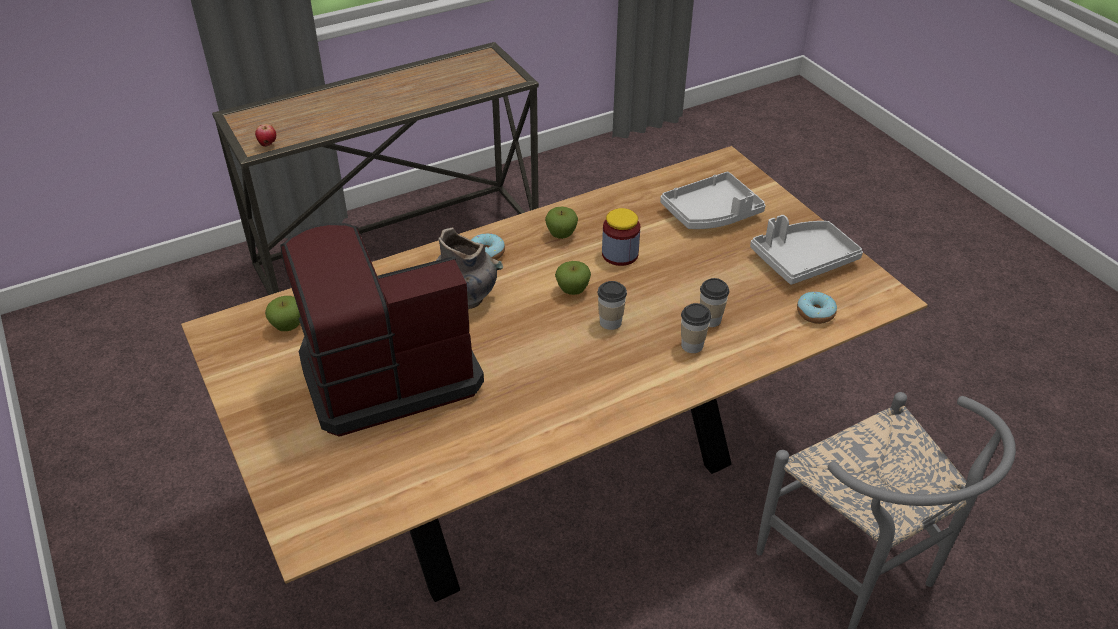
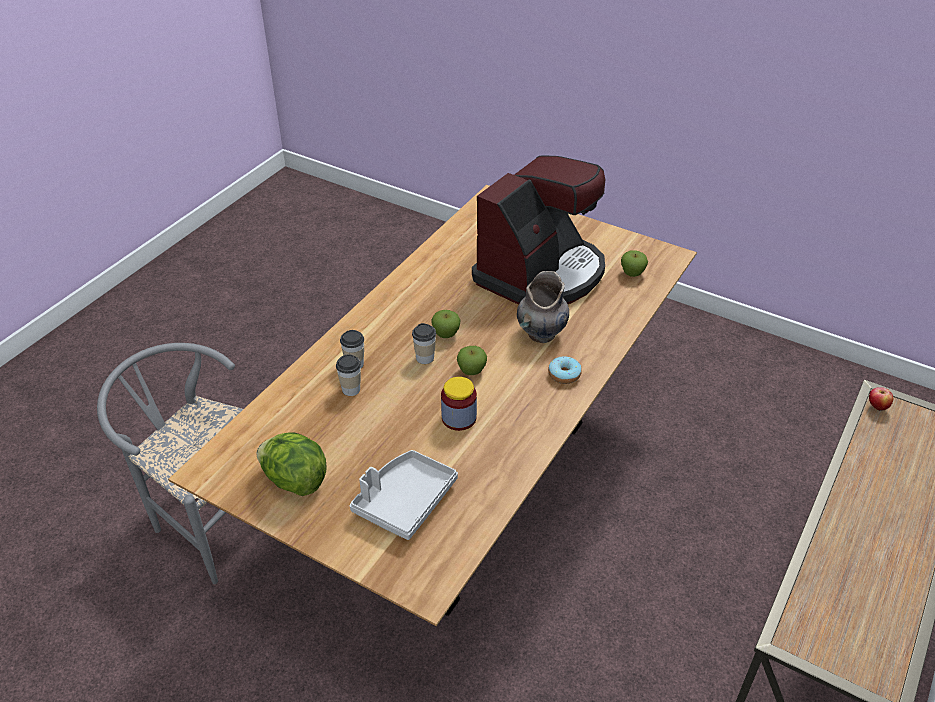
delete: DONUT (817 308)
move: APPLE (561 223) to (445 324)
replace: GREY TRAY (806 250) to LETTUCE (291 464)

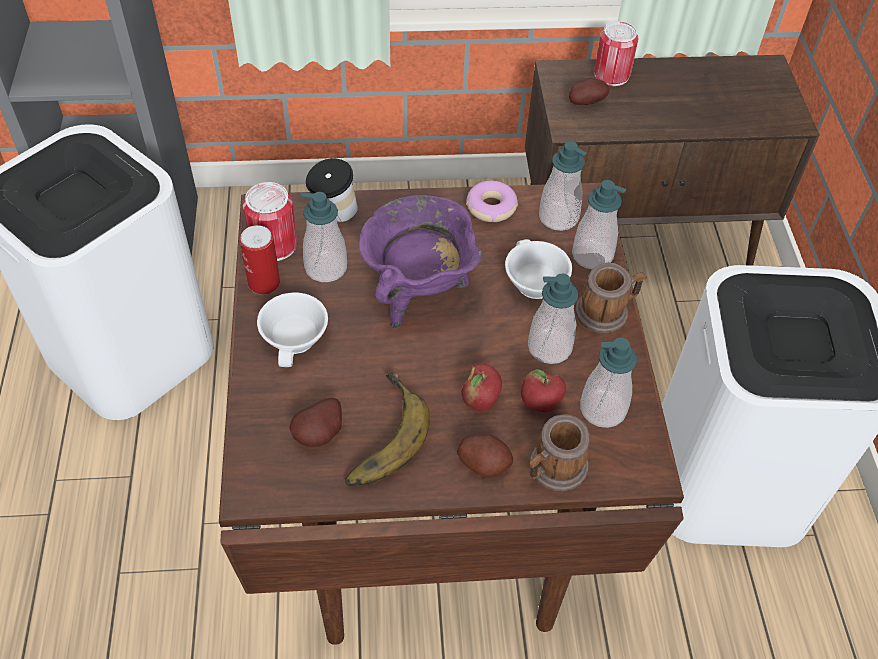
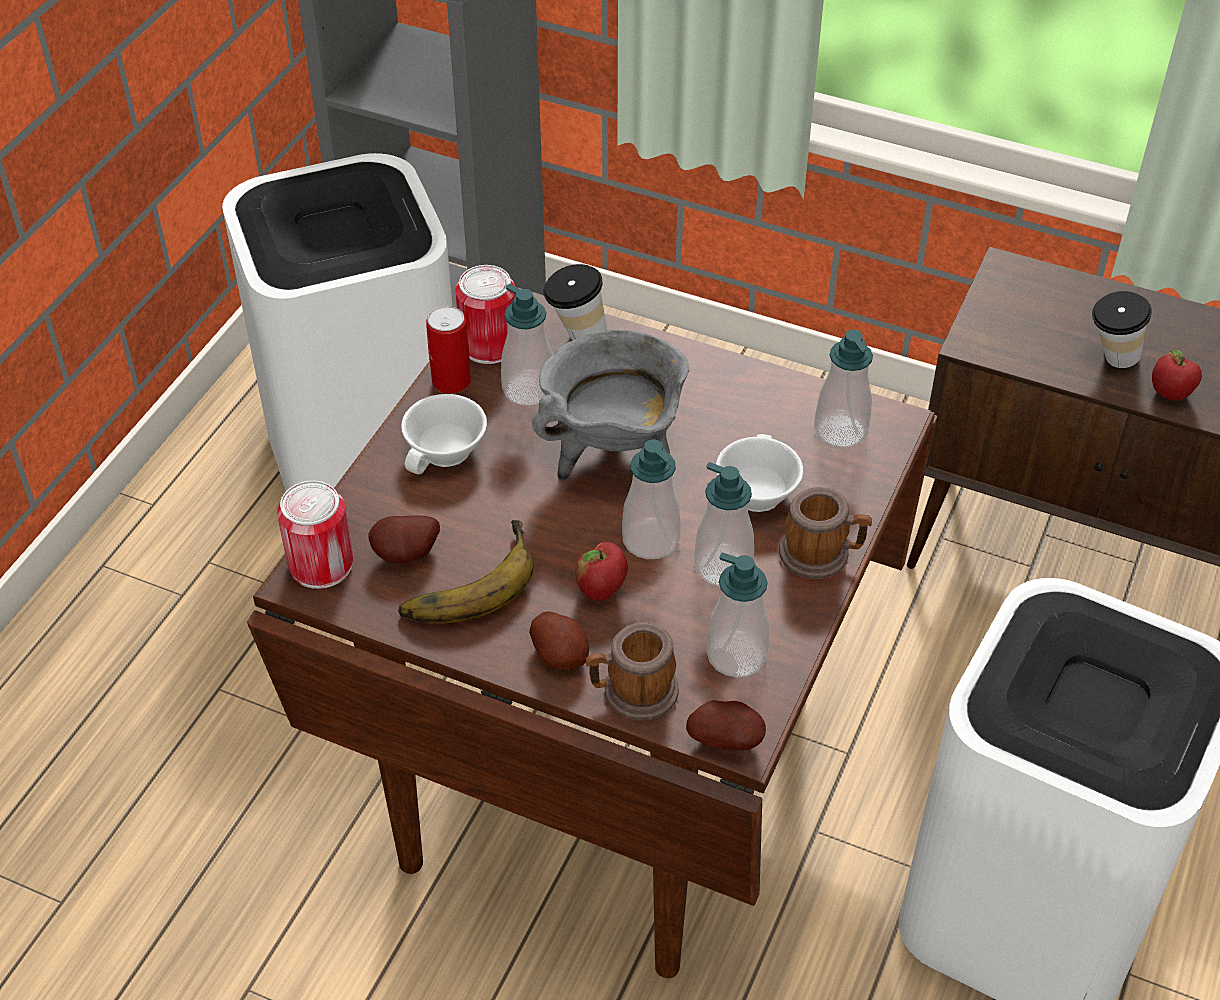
delete: DONUT (492 201)
insert: CUP (1122 329)
move: APPLE (543 390) to (1177 375); POTATO (589 91) to (726 725); SOAP DISPENSER (599 224) to (651 499); CAN (616 53) to (315 534)
recolor: PURPLE COOKING POT (420 261) to GREY COOKING POT (610 405)

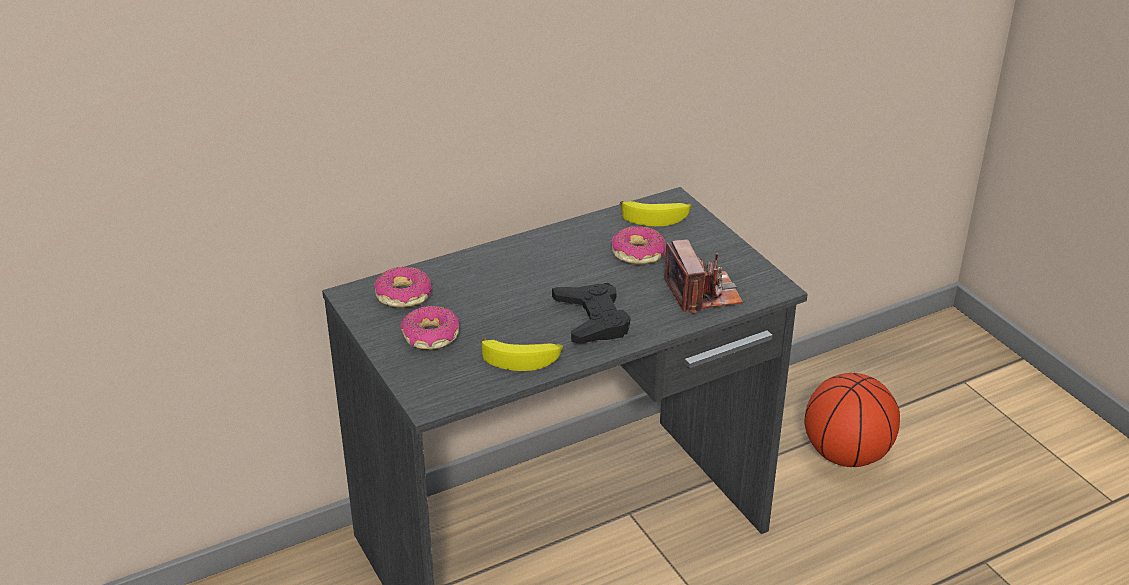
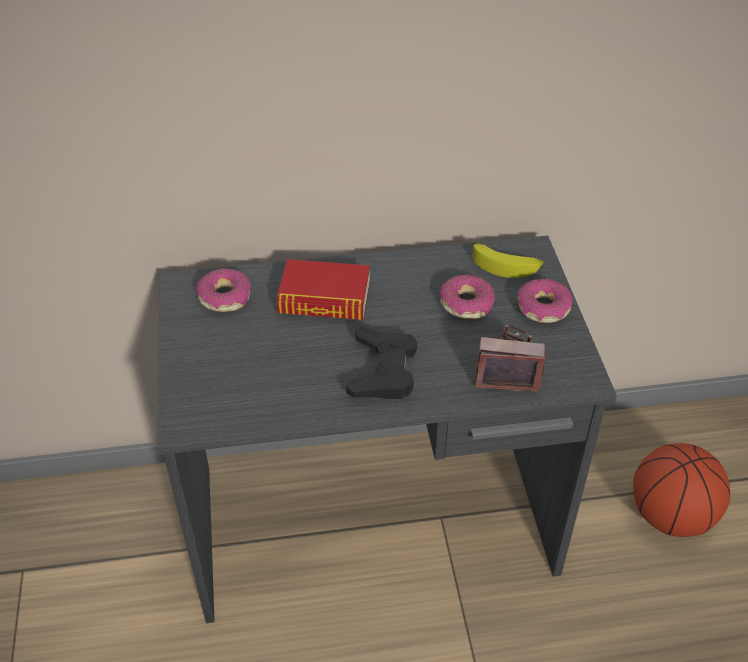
delete: BANANA (522 354)
insert: BOOK (323 289)
move: DONUT (430 328) to (545 301)
rotate: PHOTO CAMERA (703 276) = (511 358) 90 degrees counterclockwise

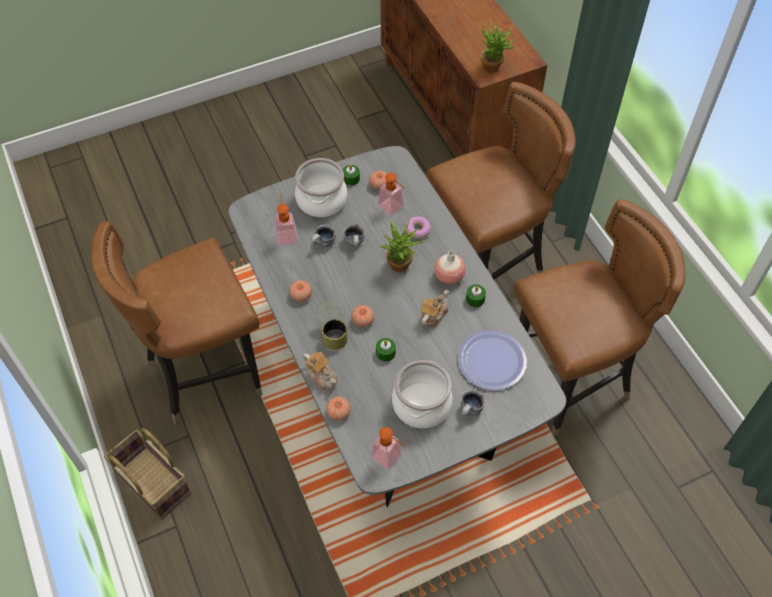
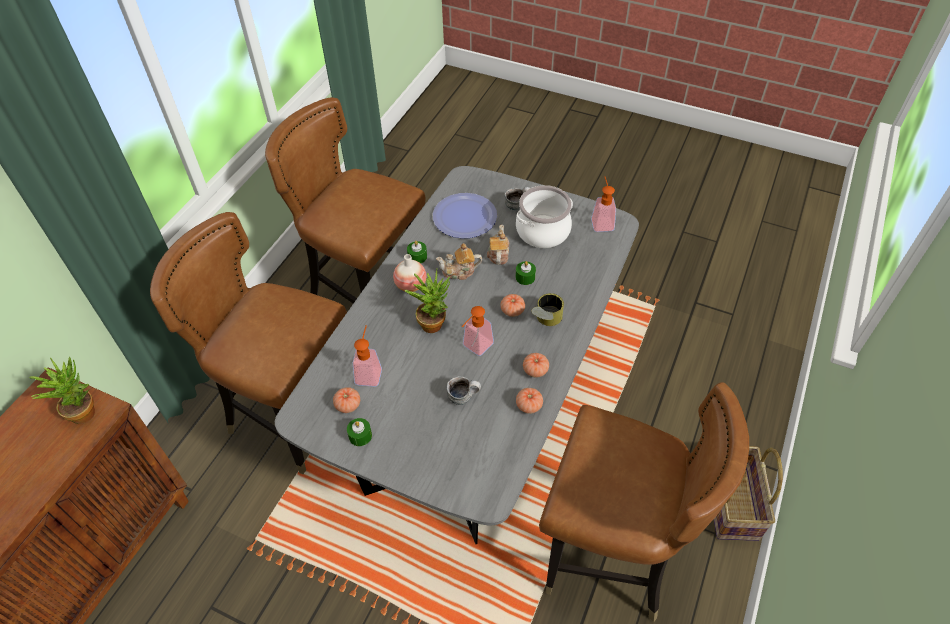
delete: COOKING POT (321 187); MUG (354 234); DONUT (418 227)
move: SOAP DISPENSER (286 220) to (478 331); TEAPOT (320 371) to (498 245); TOMATO (338 408) to (529 401)

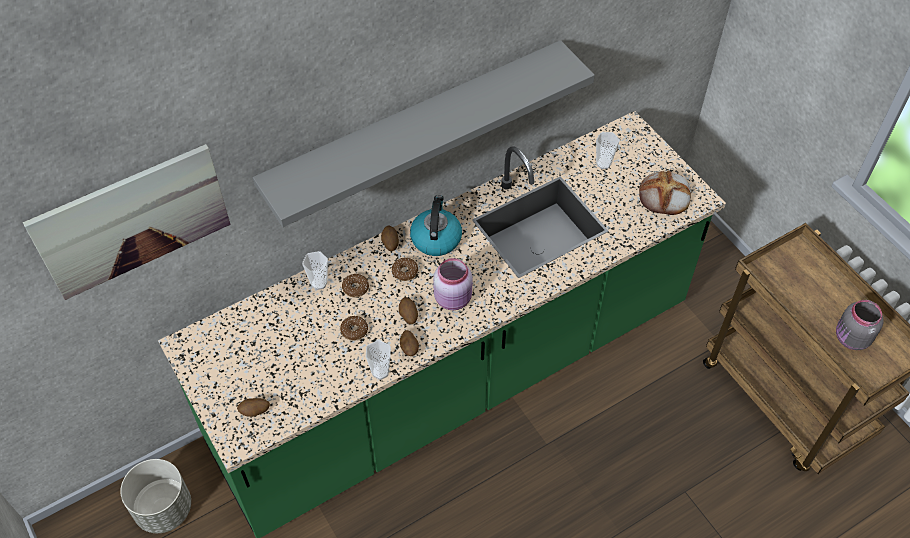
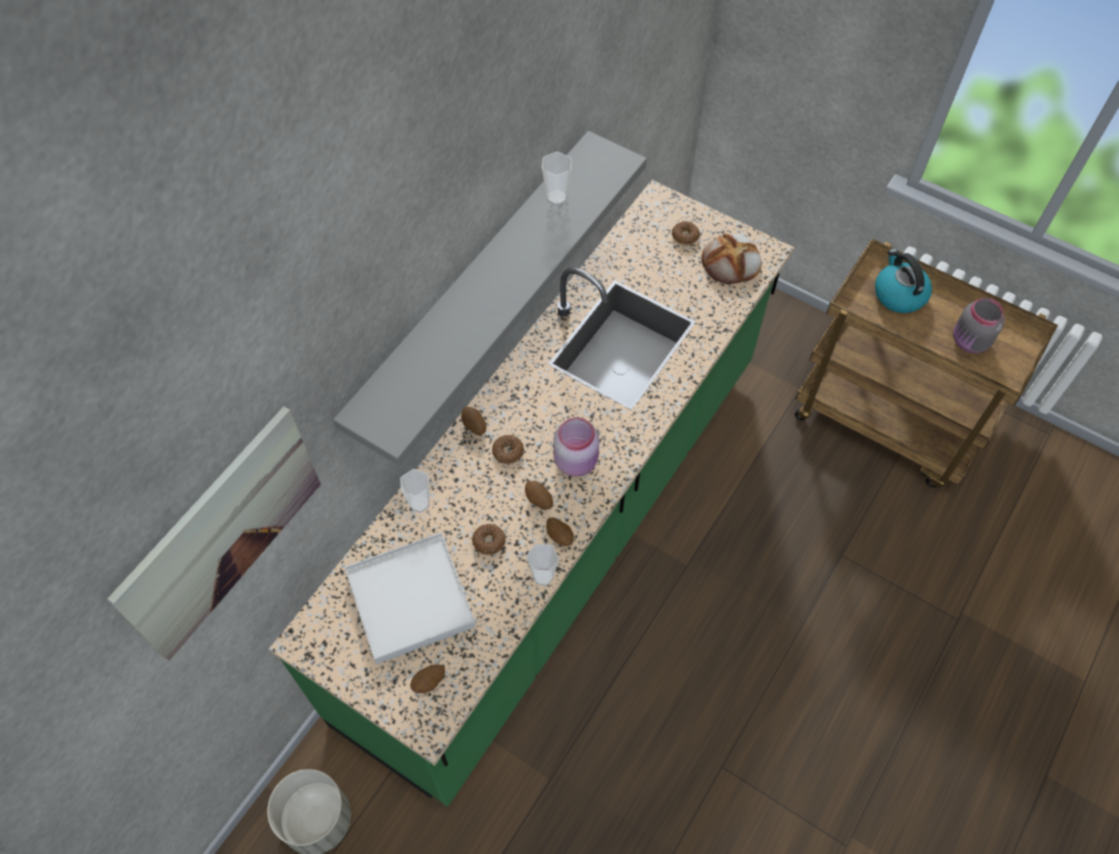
insert: WHITE TRAY (410 598)
move: DONUT (355 285) to (686 233); KETTLE (436 225) to (903 281); CUP (608 150) to (557 178)

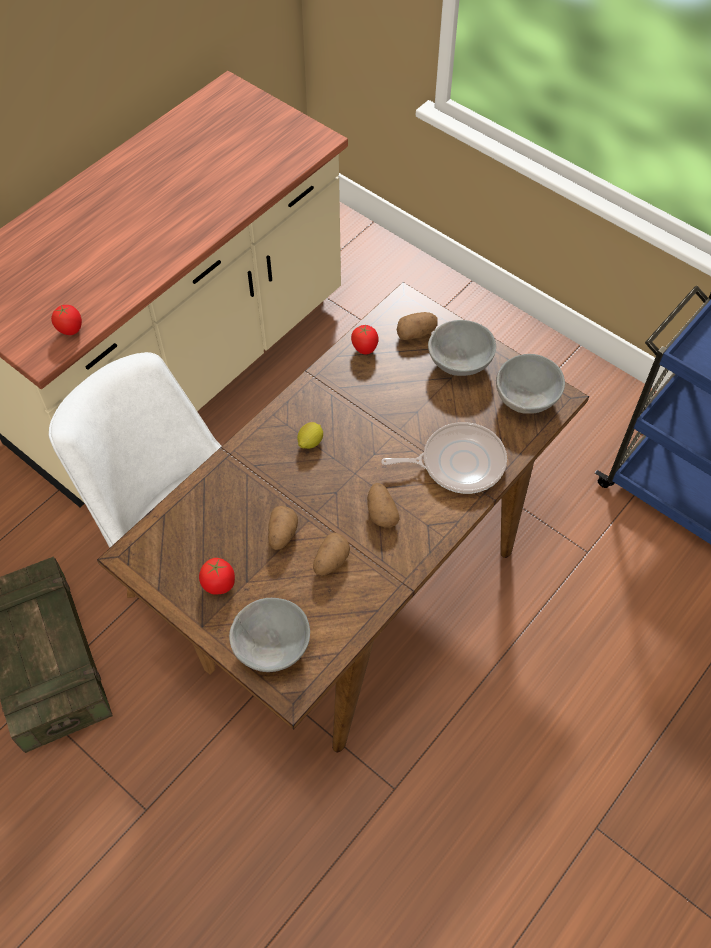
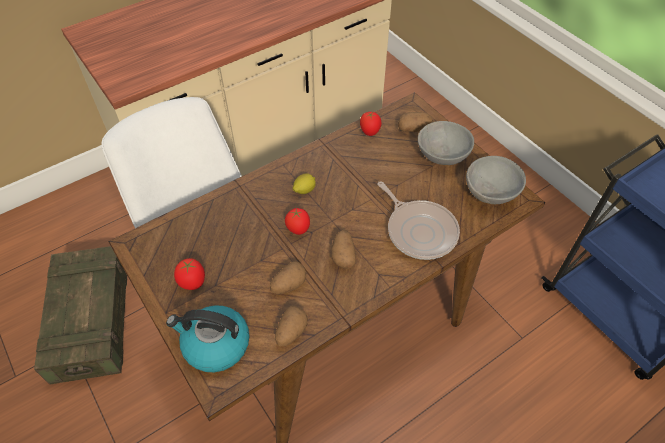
move: TOMATO (66 320) to (297 221); POTATO (283 528) to (291 326)
replace: GREY BOWL (269 635) to KETTLE (208 338)
rotate: FRYING PAN (444 458) = (418 220) 45 degrees clockwise

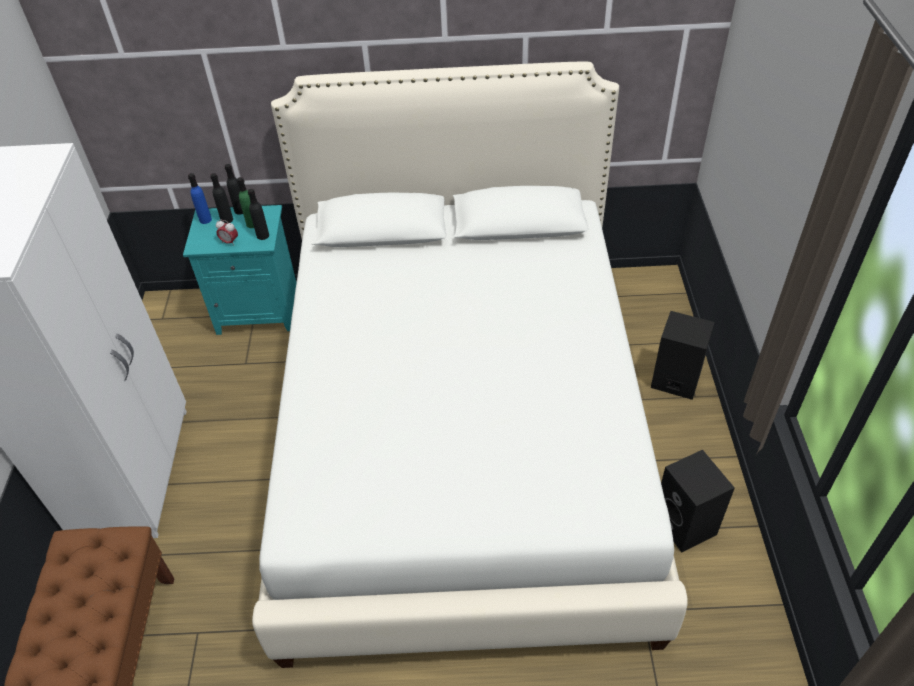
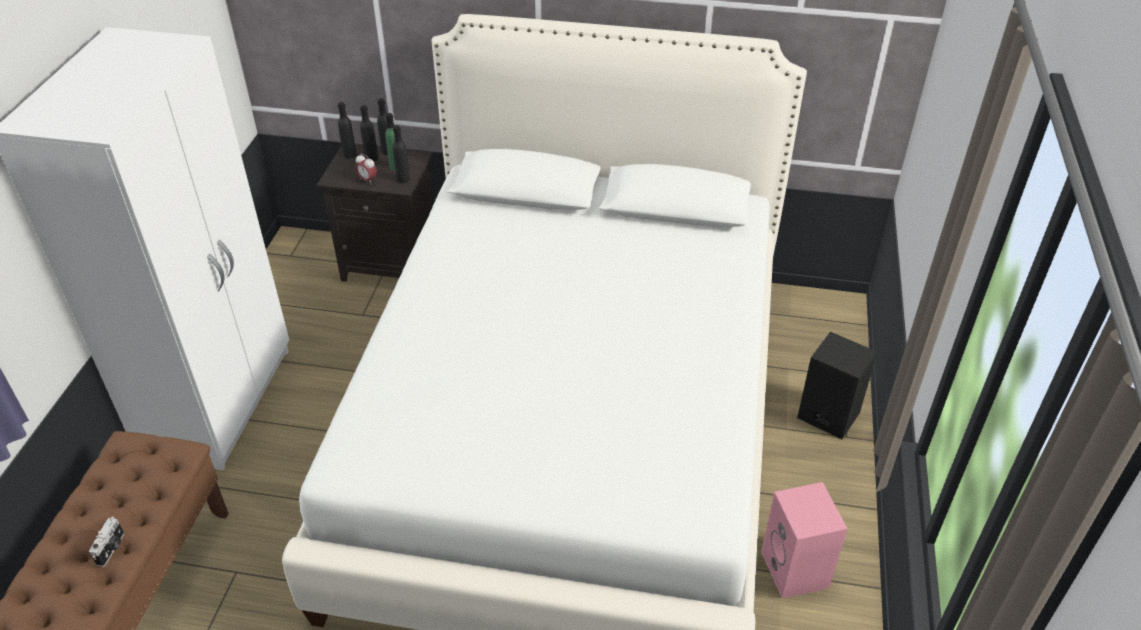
insert: PHOTO CAMERA (106 542)
recolor: TURQUOISE NIGHTSTAND (240 270) to BLACK NIGHTSTAND (375 213); BLUE BOTTLE (200 198) to BLACK BOTTLE (347 130); BLACK SPEAKER (698 501) to PINK SPEAKER (804 540)

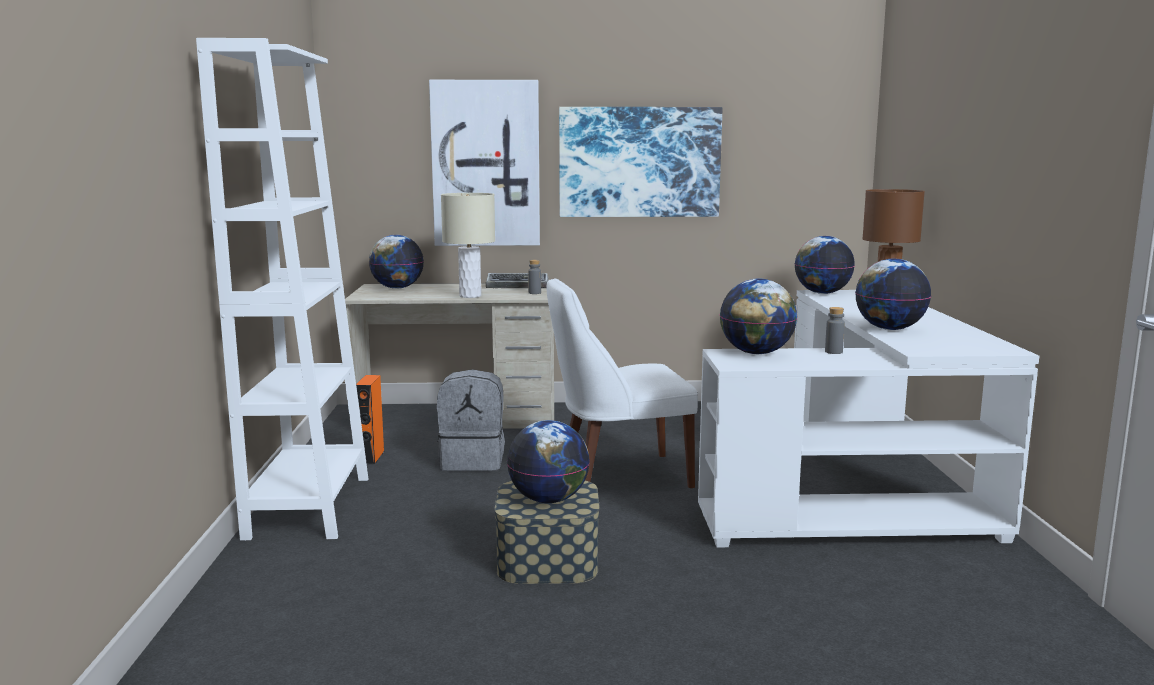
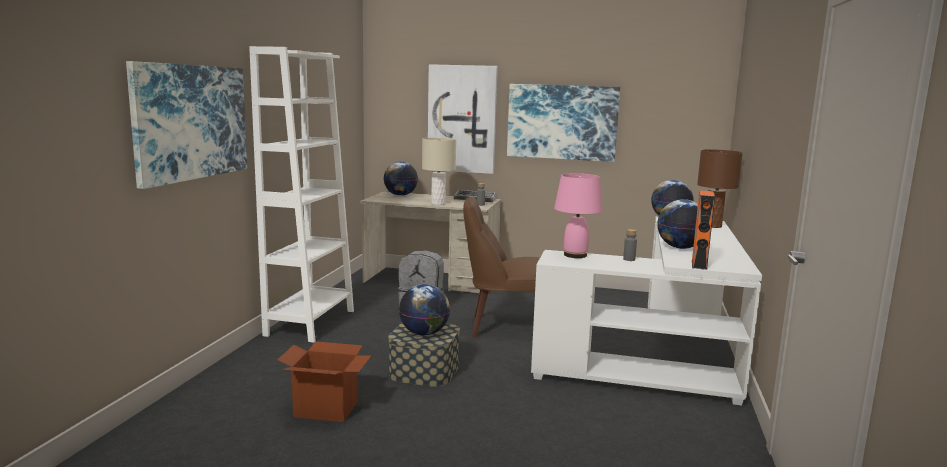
insert: PICTURE (186 125); CARDBOARD BOX (324 381)
move: ORANGE SPEAKER (370 420) to (703 230)
replace: GLOBE (758 316) to PINK TABLE LAMP (578 215)
recolor: WHITE CHAIR (622 383) to BROWN CHAIR (501 267)

